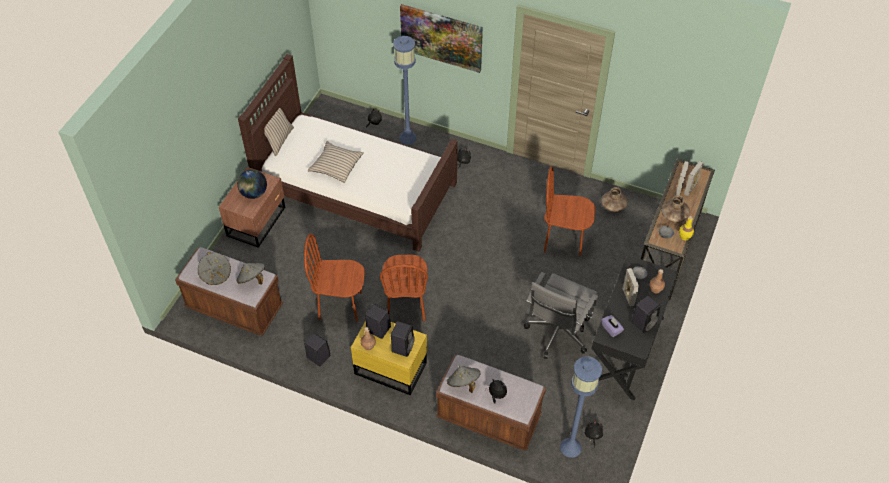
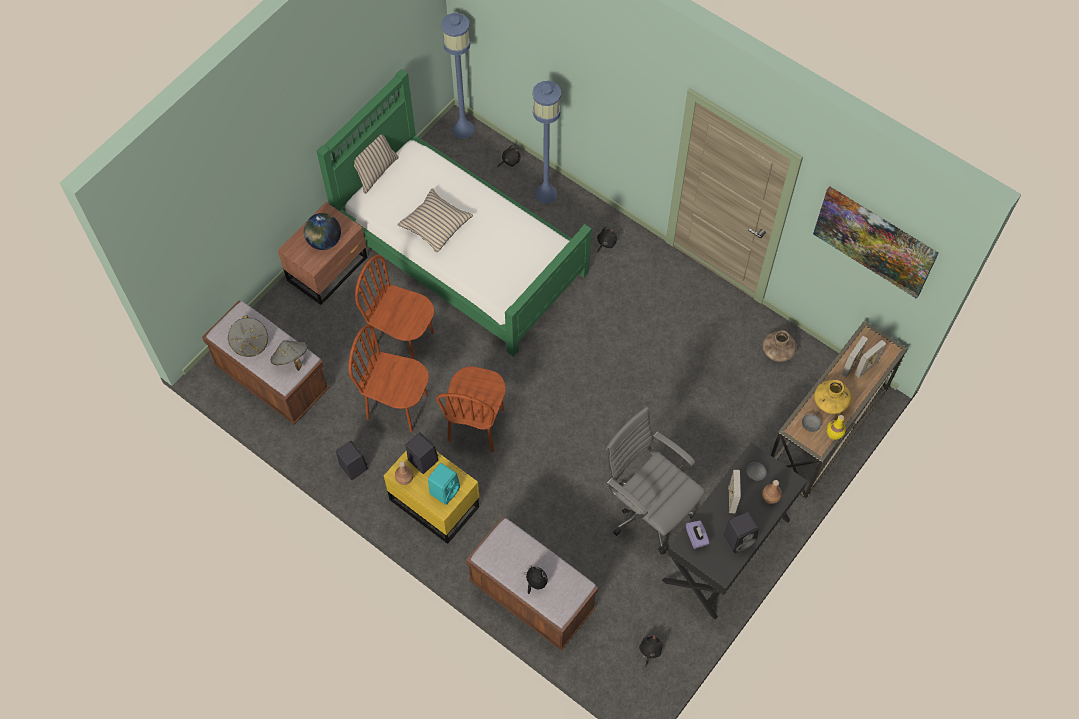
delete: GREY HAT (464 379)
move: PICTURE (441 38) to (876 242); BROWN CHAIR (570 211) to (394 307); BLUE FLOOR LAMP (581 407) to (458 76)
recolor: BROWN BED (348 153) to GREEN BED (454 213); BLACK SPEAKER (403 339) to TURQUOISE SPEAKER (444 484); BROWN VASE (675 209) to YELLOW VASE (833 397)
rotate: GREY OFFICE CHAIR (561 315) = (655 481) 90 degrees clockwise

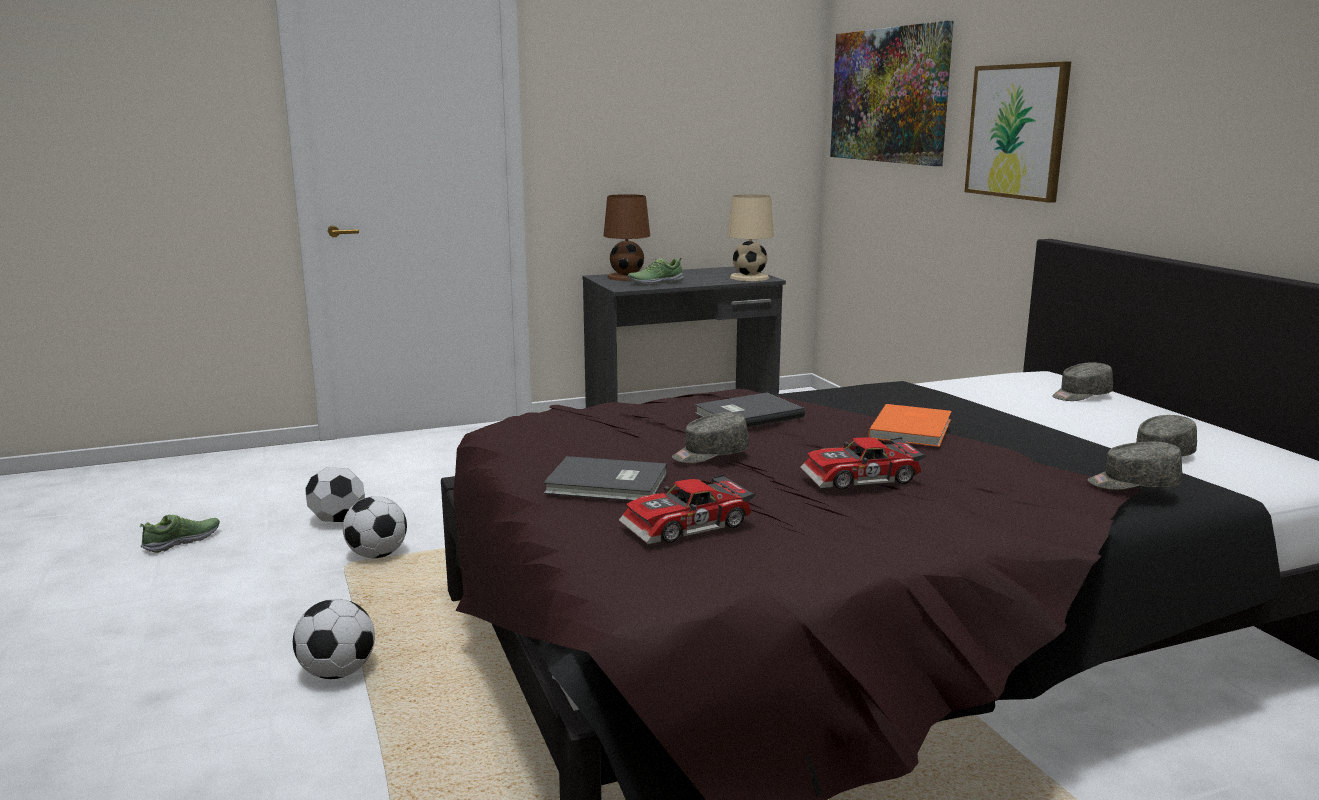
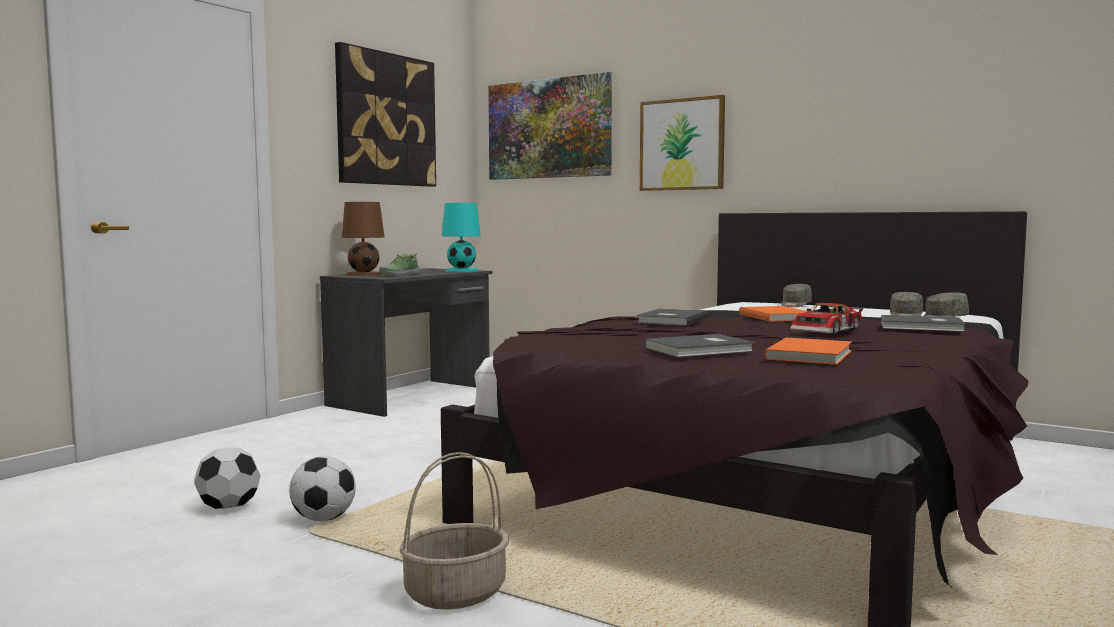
delete: SHOE (180 534); GREY CAP (710 437)
insert: PICTURE (385 114); GREY BOOK (923 323)
replace: FOOTBALL (334 639) to BASKET (454 531); TOY CAR (687 509) to ORANGE BOOK (808 351)
recolor: BEIGE TABLE LAMP (750 238) to TURQUOISE TABLE LAMP (461 237)

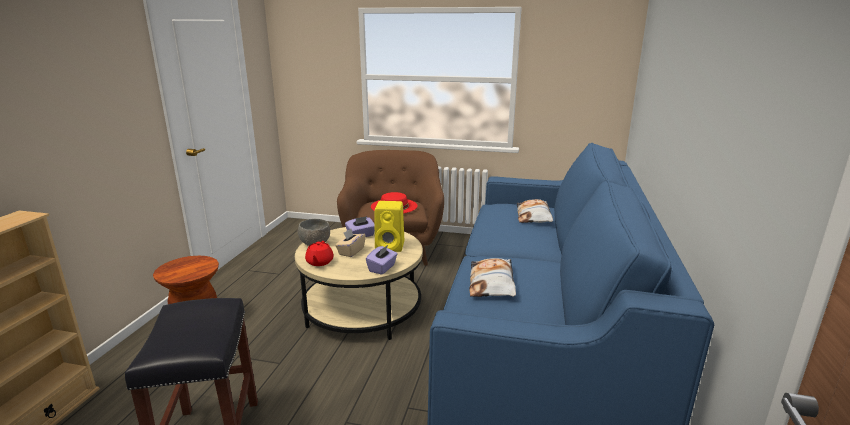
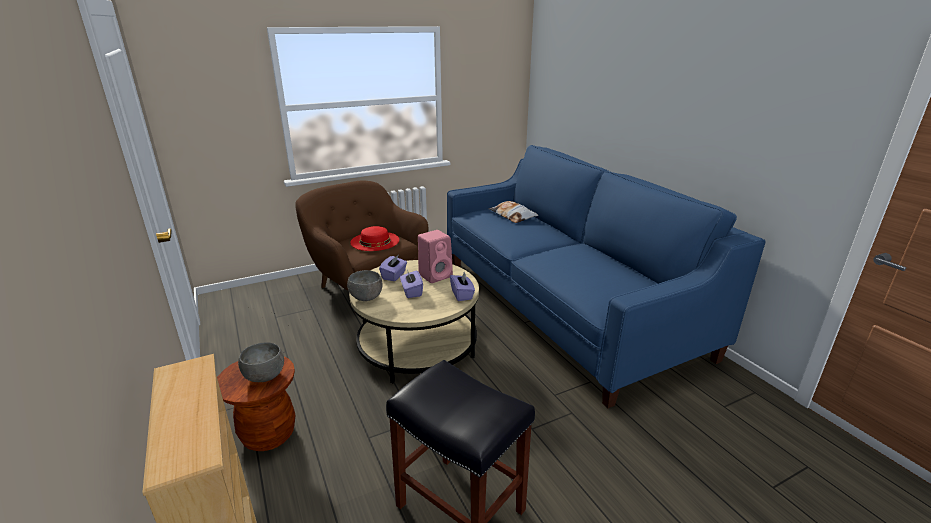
delete: RED TEAPOT (319 253); PILLOW (492 277)
insert: GREY BOWL (261 362)
recolor: BEIGE TISSUE BOX (350 243) to PURPLE TISSUE BOX (411 284); YELLOW SPEAKER (389 226) to PINK SPEAKER (435 256)

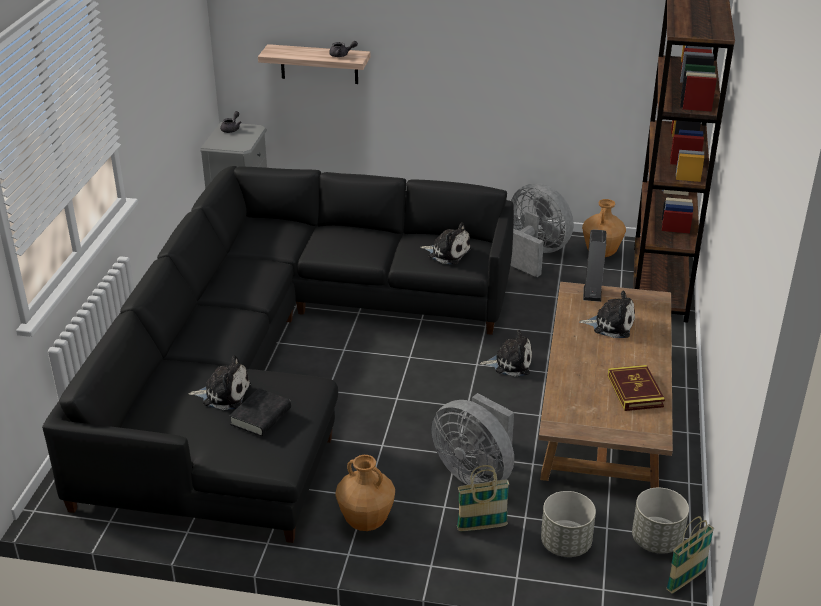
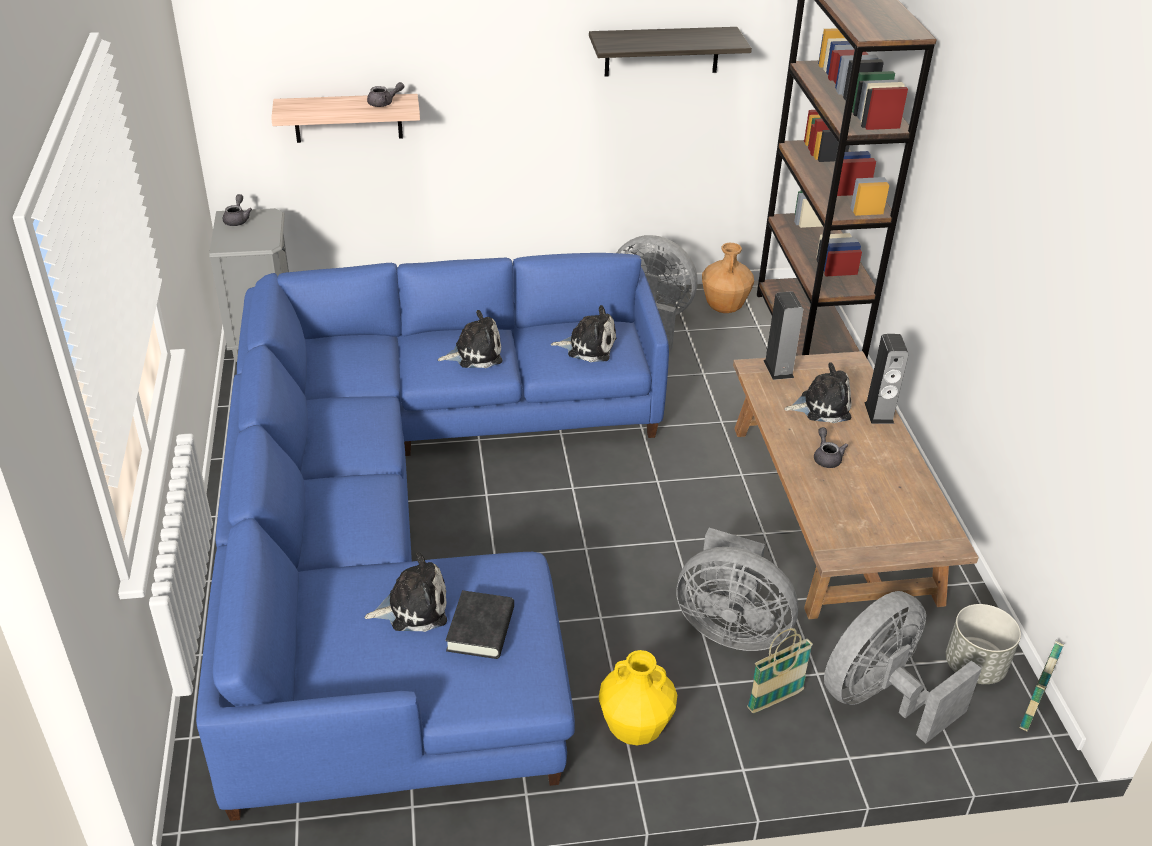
delete: BOOK (636 388)
insert: SHELF (670 52); GREY TEAPOT (831 447); SPEAKER (887 379)
move: PLUSH TOY (506 353) to (470 339)
replace: GREY PLANTER (568 524) to GREY FAN (903 667)
recolor: BLACK SOFA (278 354) to BLUE SOFA (432 537); BROWN VASE (365 493) to YELLOW VASE (638 697)

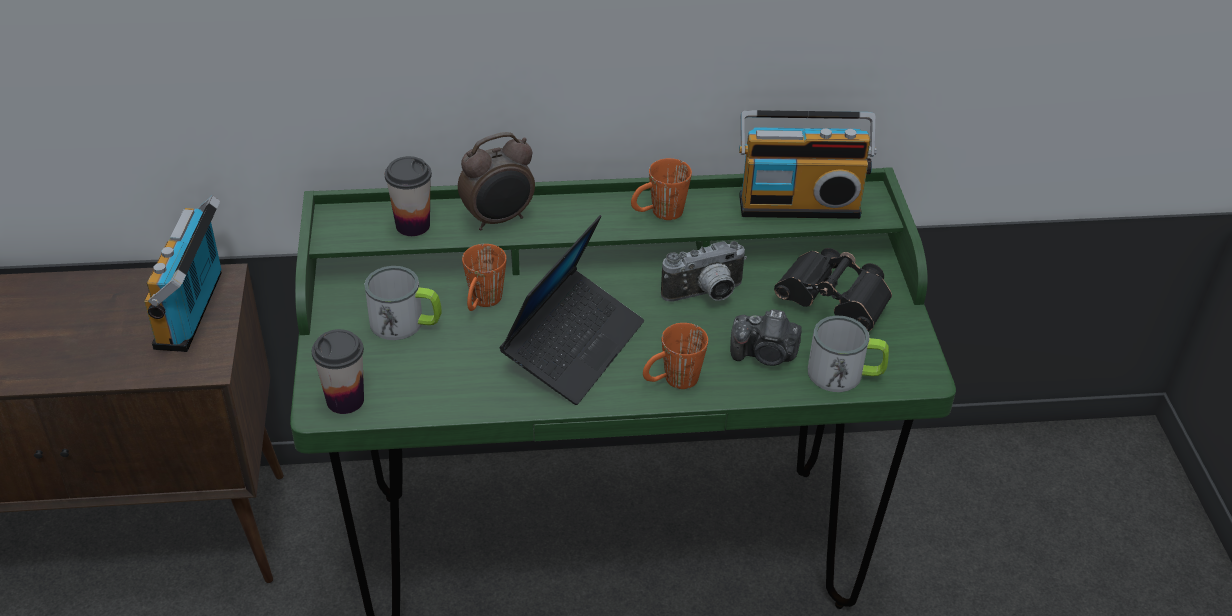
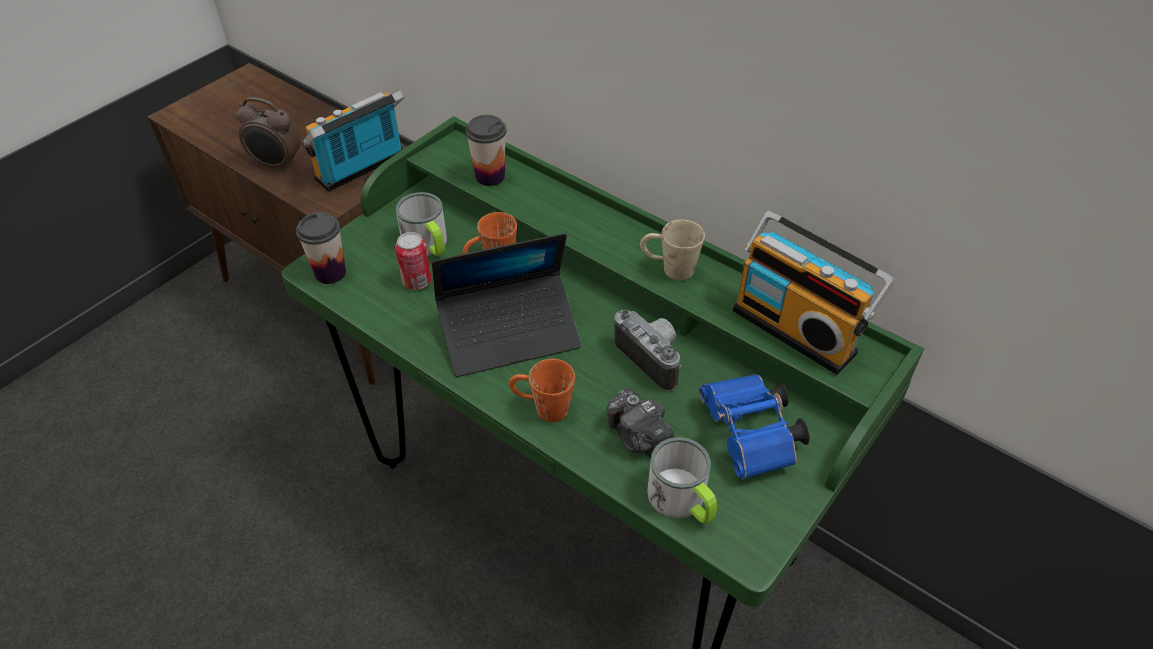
insert: CAN (413 261)
move: ALARM CLOCK (496 181) to (268 134)
recolor: ORANGE MUG (661 189) to BEIGE MUG (672 250); BLACK BINOCULARS (833 289) to BLUE BINOCULARS (754 426)
rotate: PHOTO CAMERA (704 271) = (648 351) 150 degrees counterclockwise

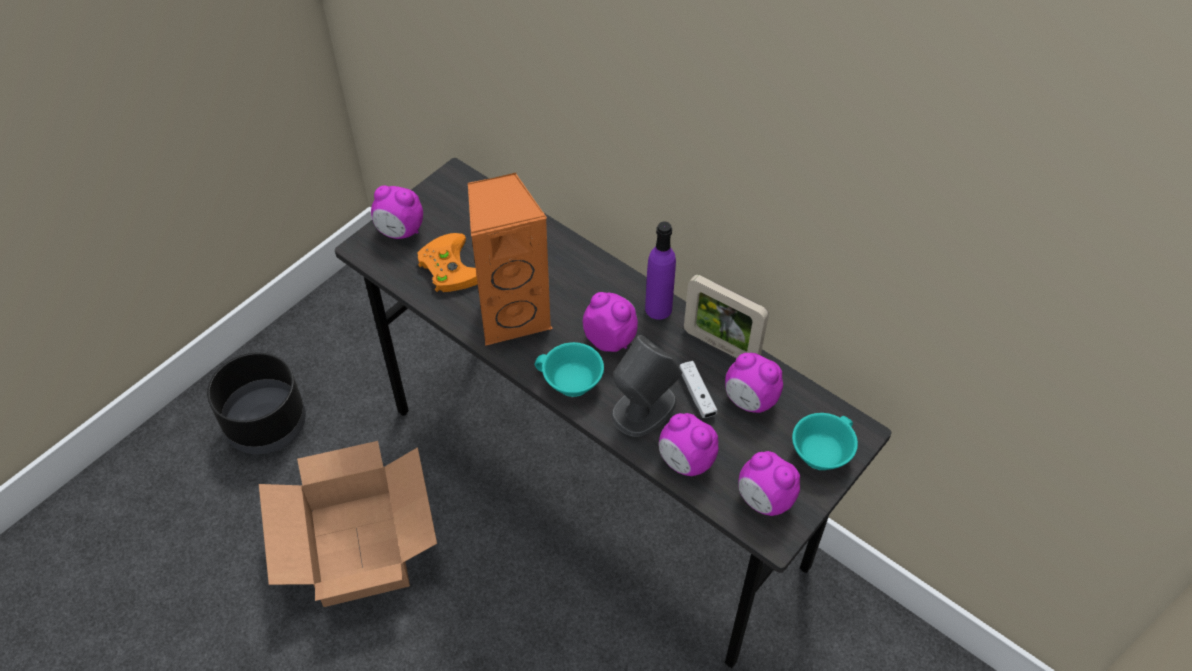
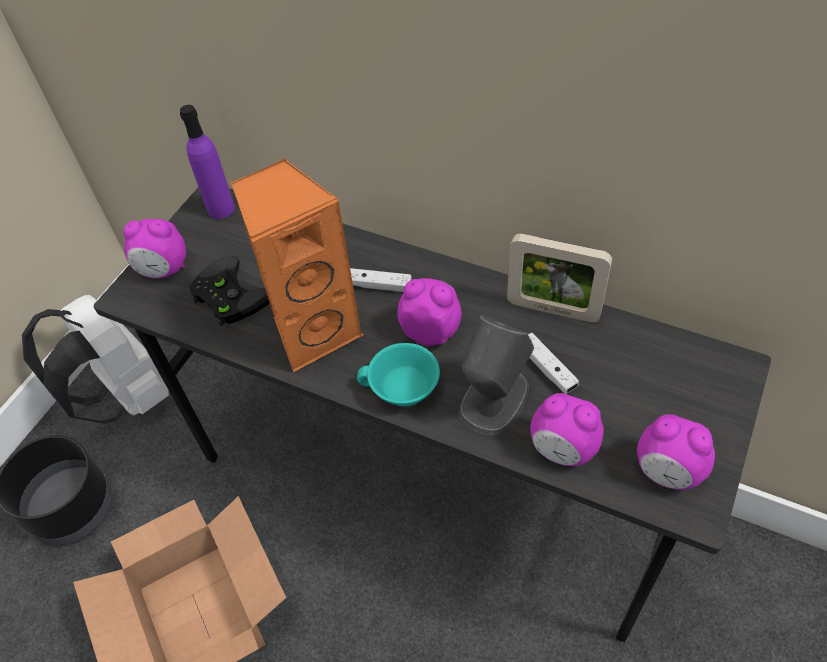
delete: ALARM CLOCK (754 383); TURQUOISE CUP (825 441)
insert: WHITE BACKPACK (95 359); WHITE GAME CONTROLLER (380 280)
move: PURPLE BOTTLE (660 271) to (207 162)
recolor: ORANGE GAME CONTROLLER (448 262) to BLACK GAME CONTROLLER (229 291)

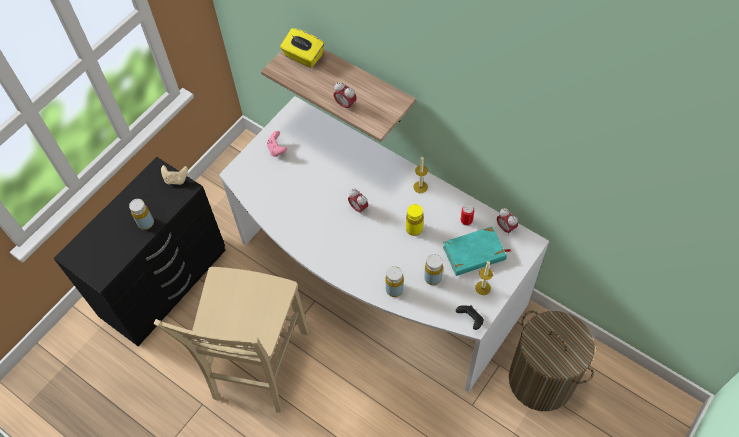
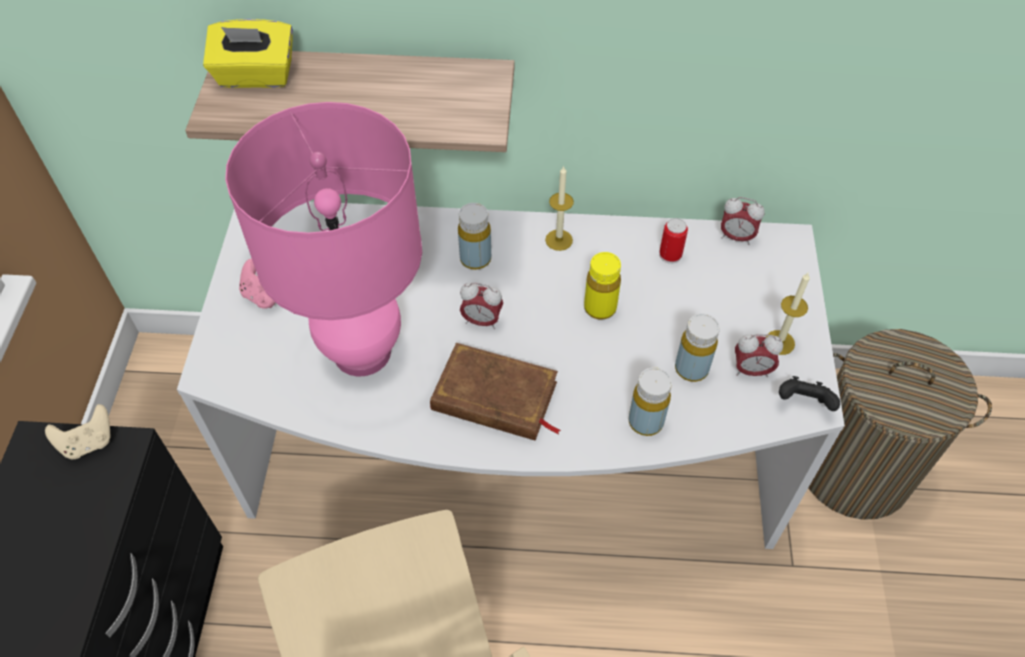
delete: TURQUOISE BOOK (477 251)
insert: PINK TABLE LAMP (323 239); BROWN BOOK (495 391)
move: YELLOW BOTTLE (141 214) to (474 236); ALARM CLOCK (345 96) to (759 355)

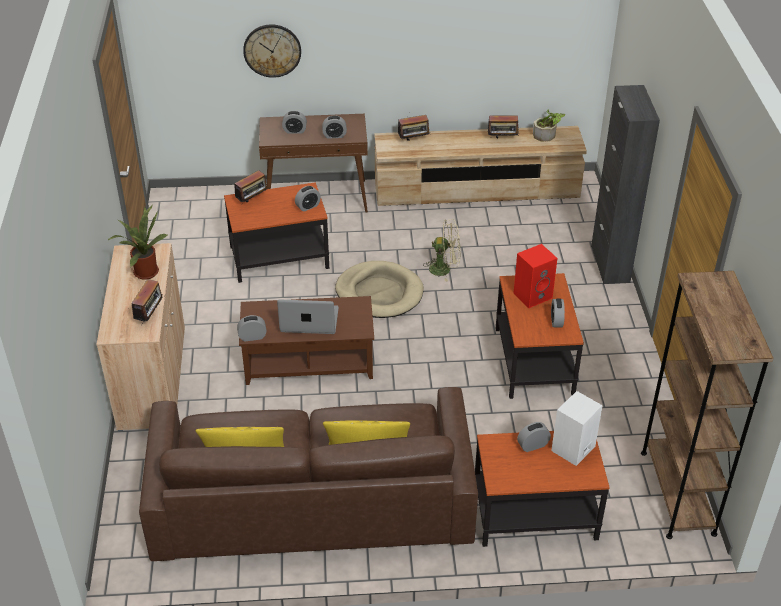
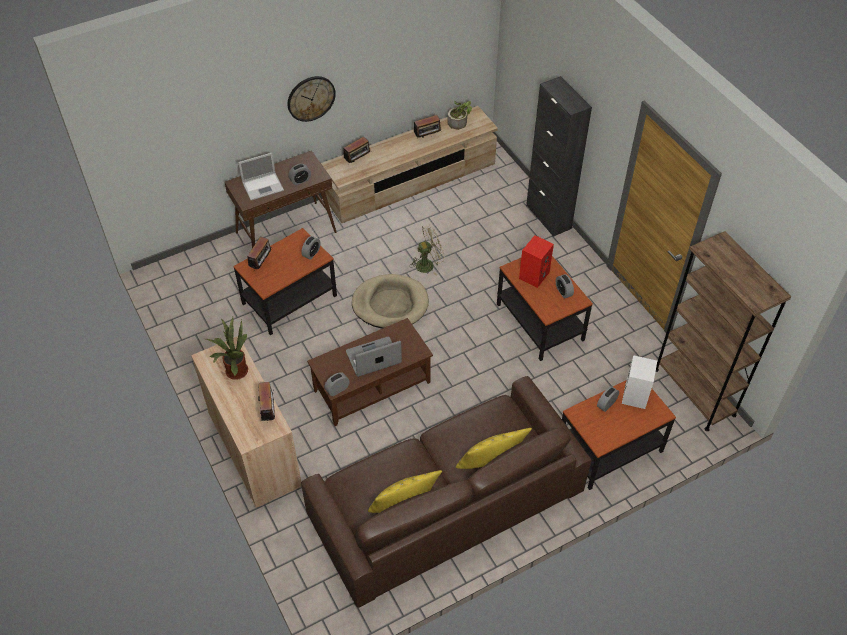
move: WALL CLOCK (272 51) to (311 99)
replace: ALARM CLOCK (294 122) to LAPTOP (261 176)

